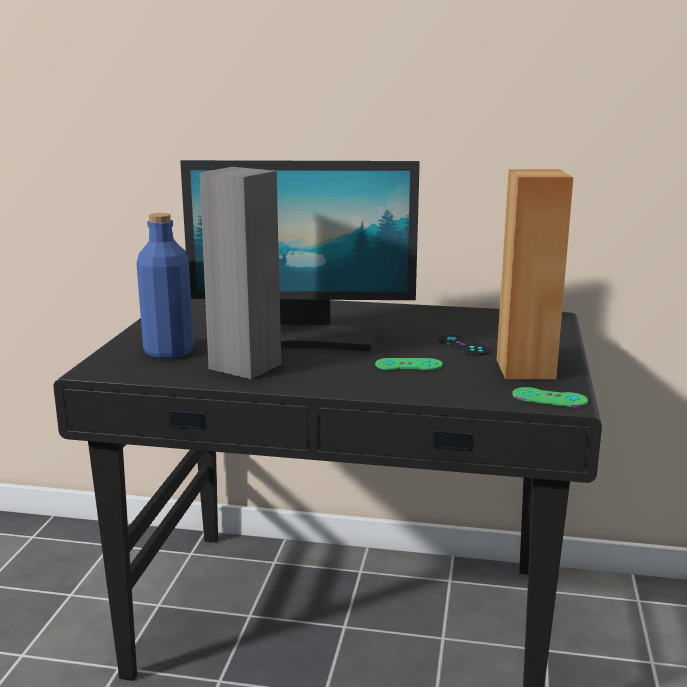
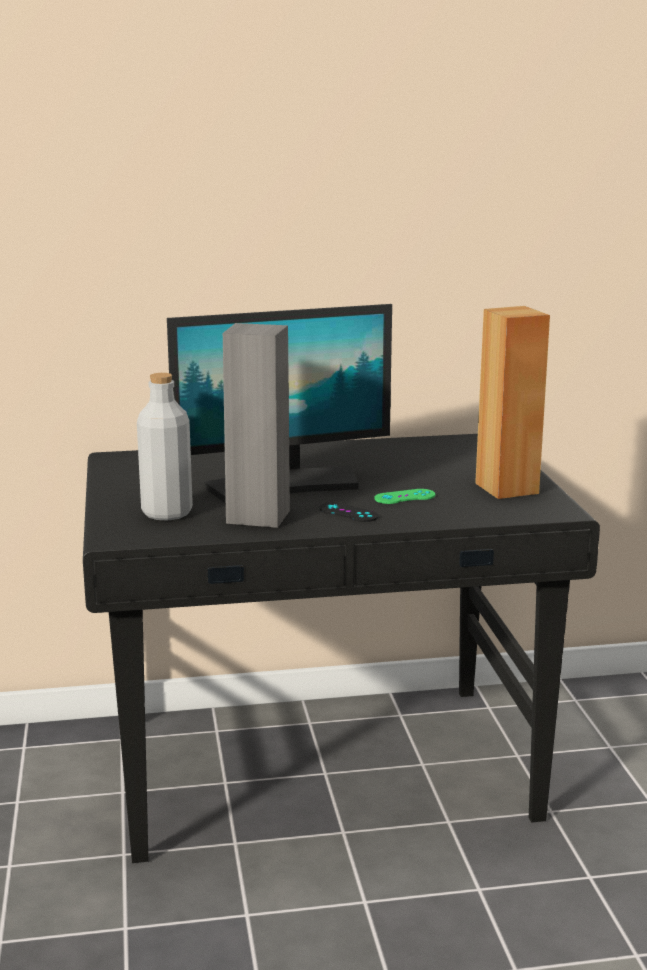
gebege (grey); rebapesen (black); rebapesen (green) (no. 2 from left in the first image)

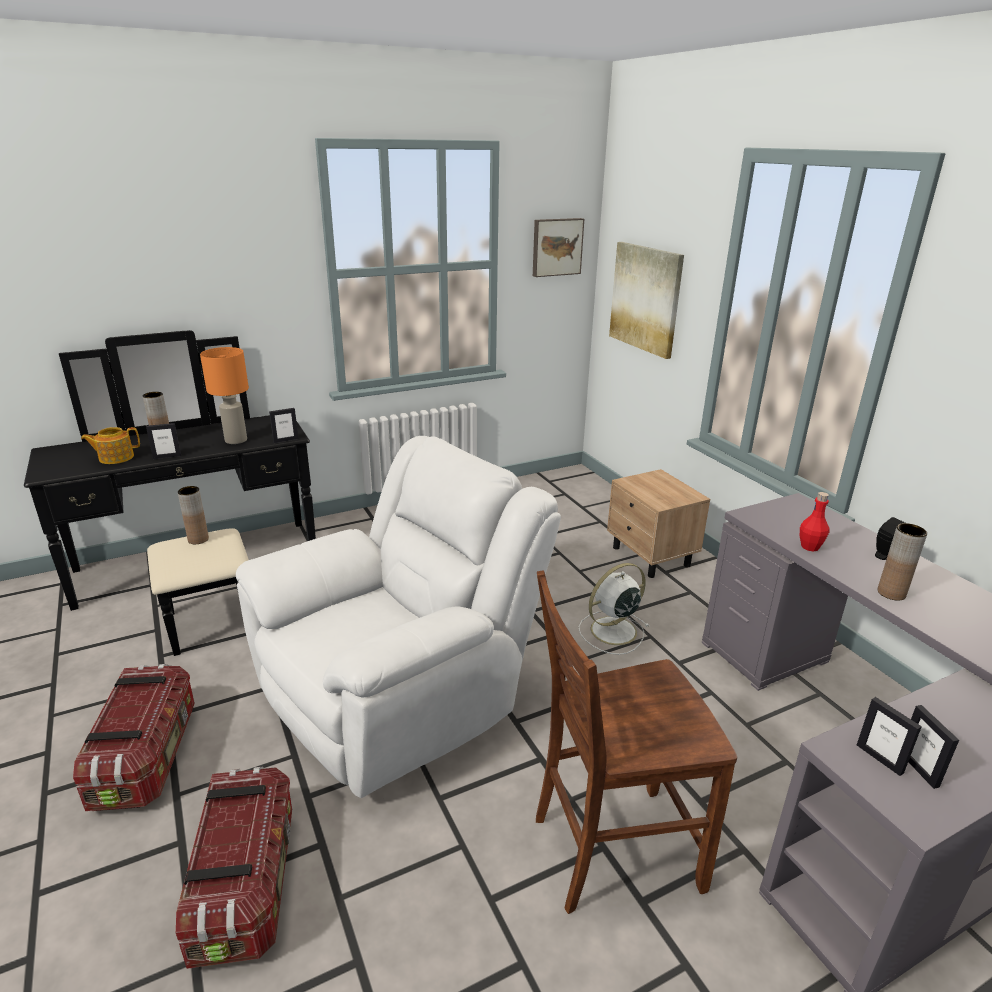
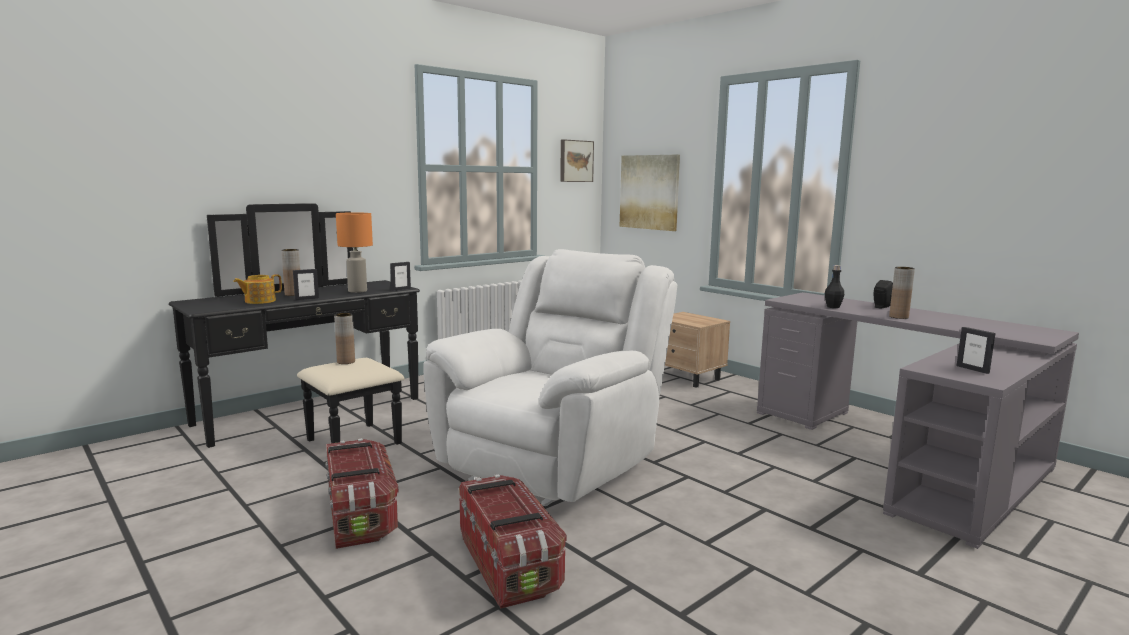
gebege (black); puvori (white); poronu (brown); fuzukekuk (no. 3 from left in the first image)

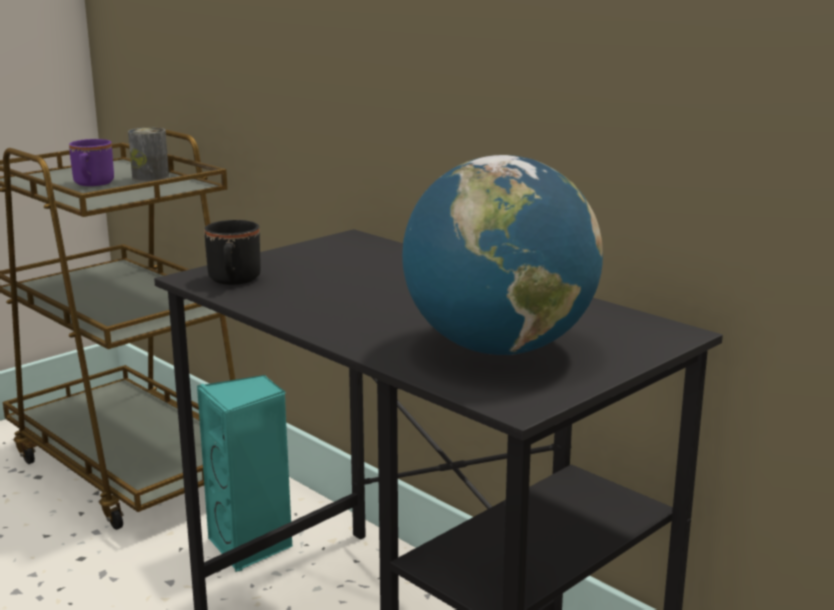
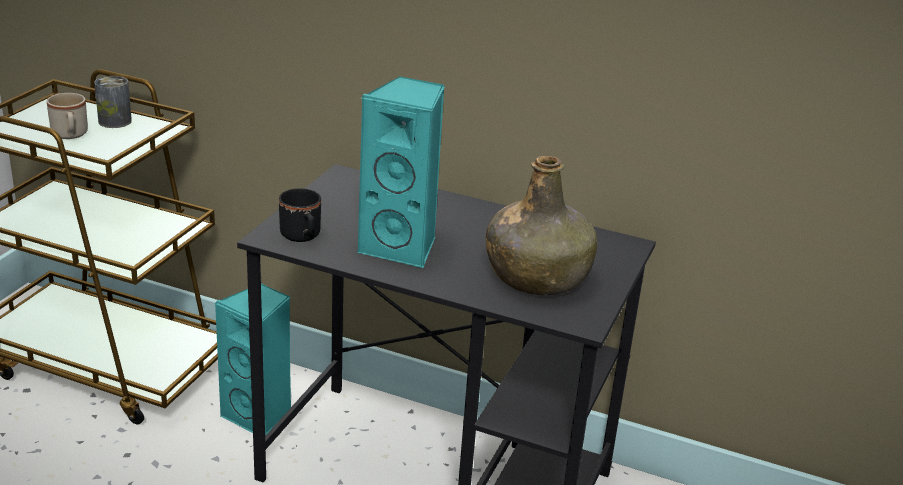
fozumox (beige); gebege (green); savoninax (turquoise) (no. 2 from left)

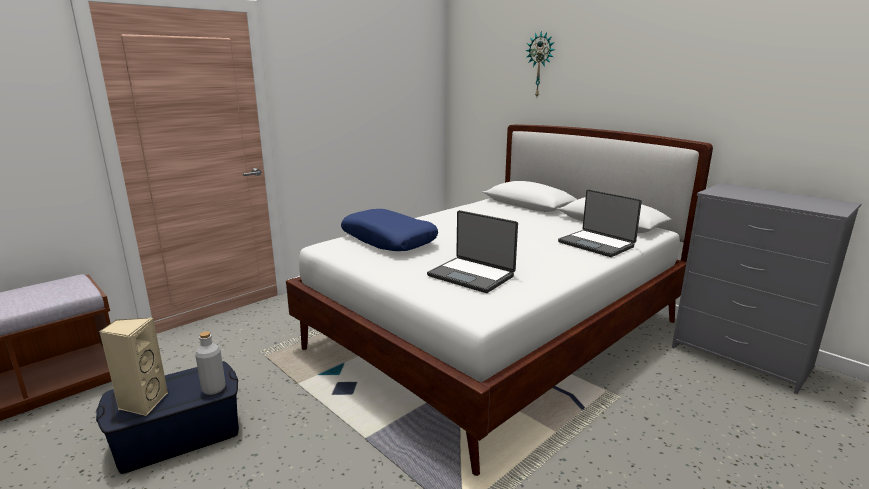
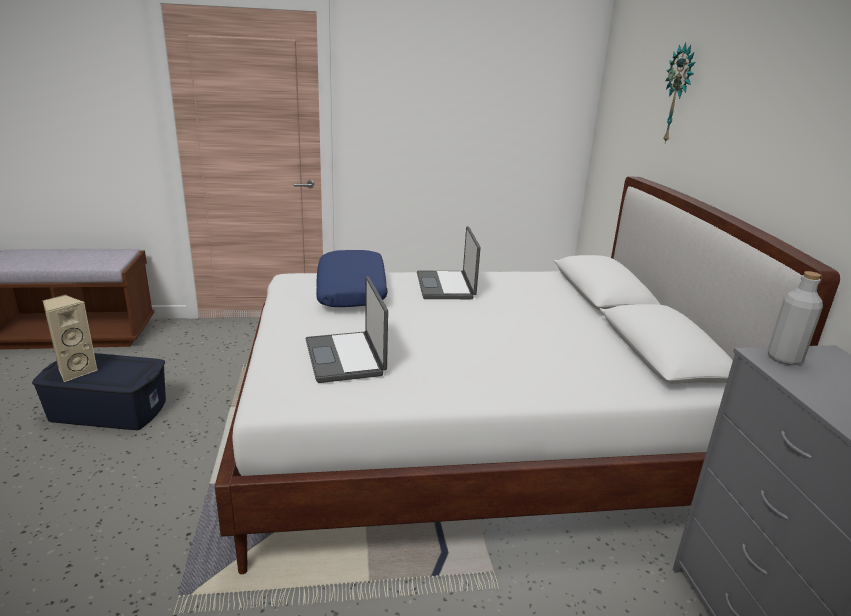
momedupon (no. 2 from left); gebege (grey)

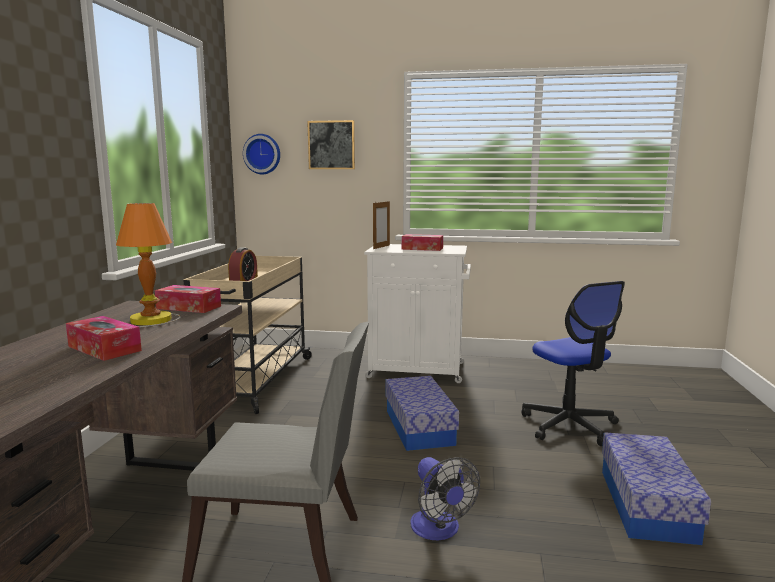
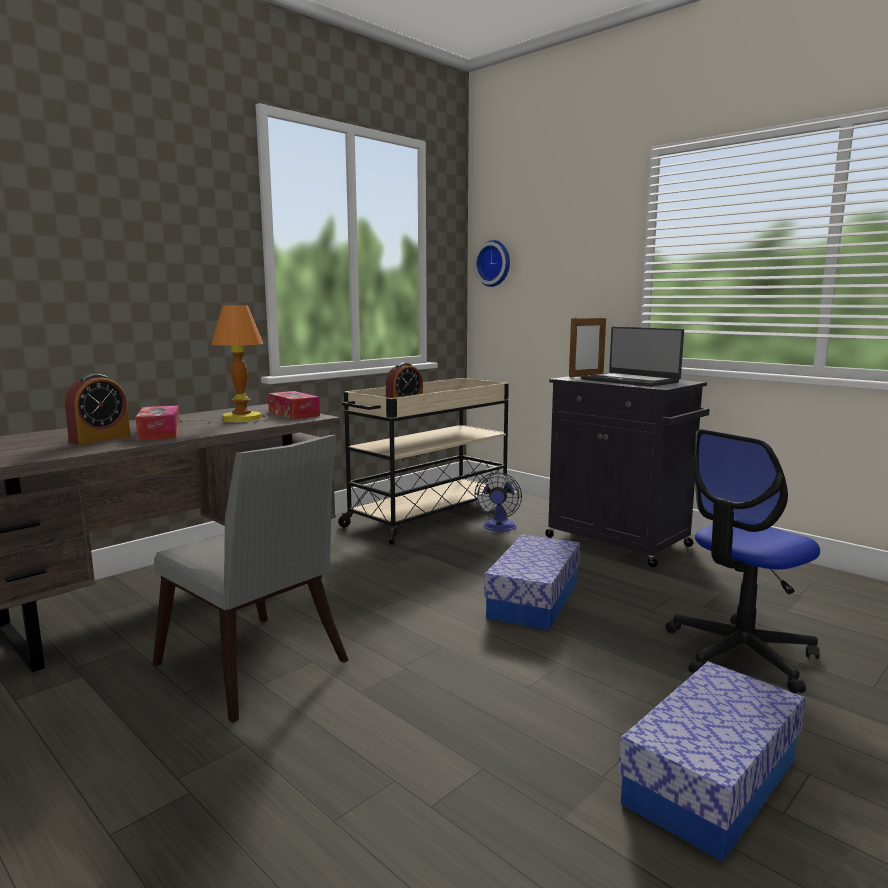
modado; momedupon; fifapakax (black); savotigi; puvori; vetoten (no. 1 from left)

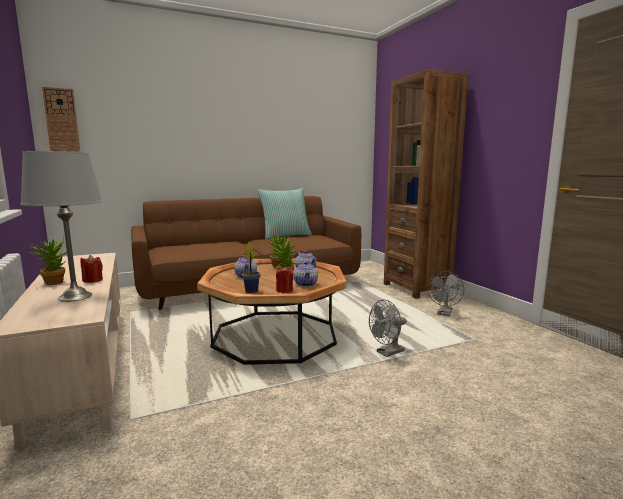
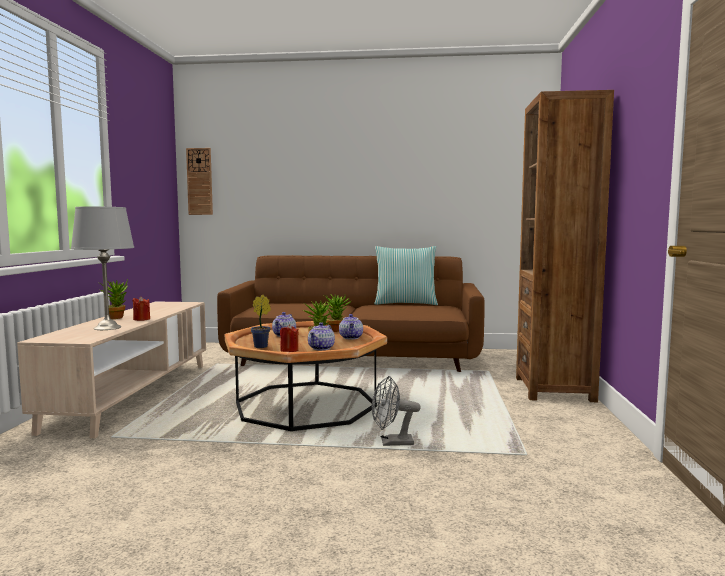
puvori (grey) (no. 2 from left in the first image)

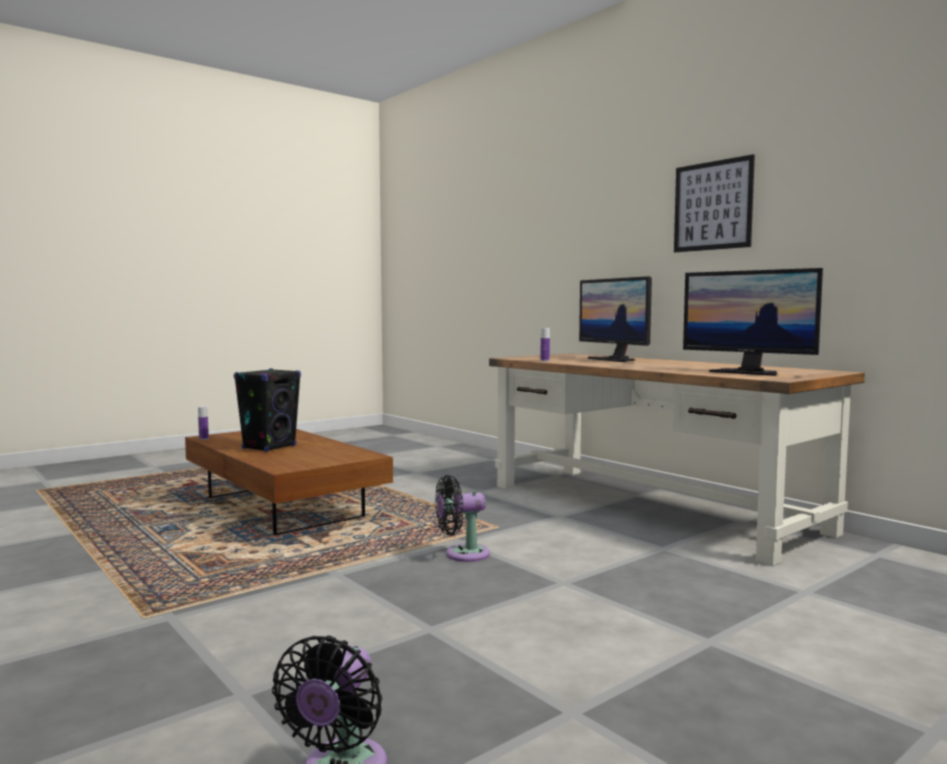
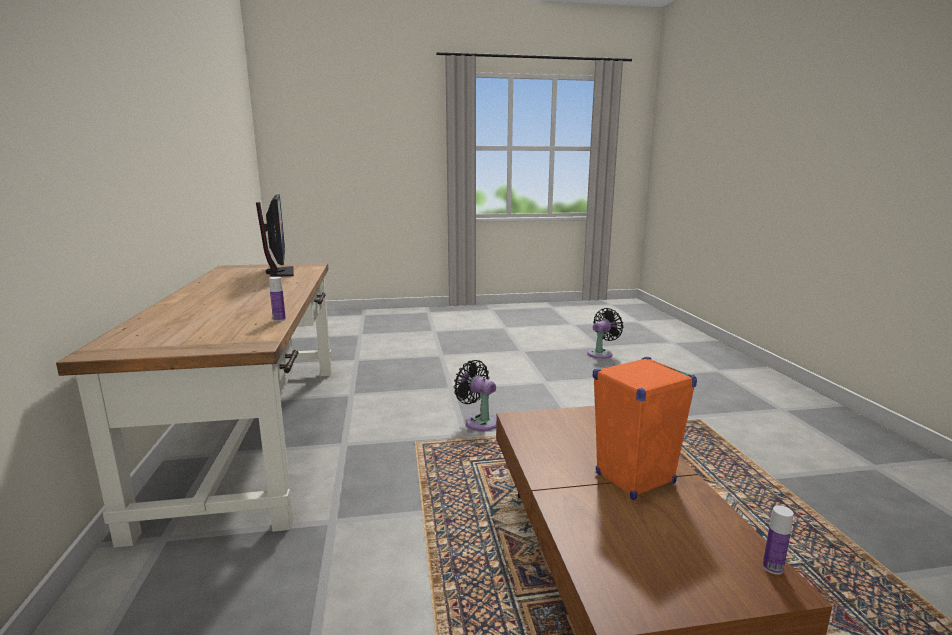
modado; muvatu (no. 1 from left in the first image); savoninax (orange); puvori (black) (no. 1 from left)

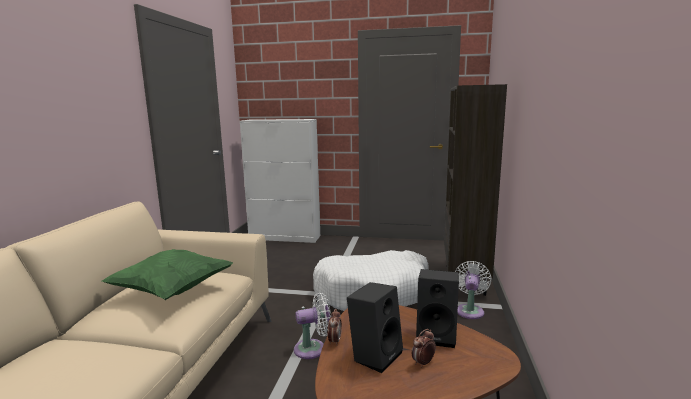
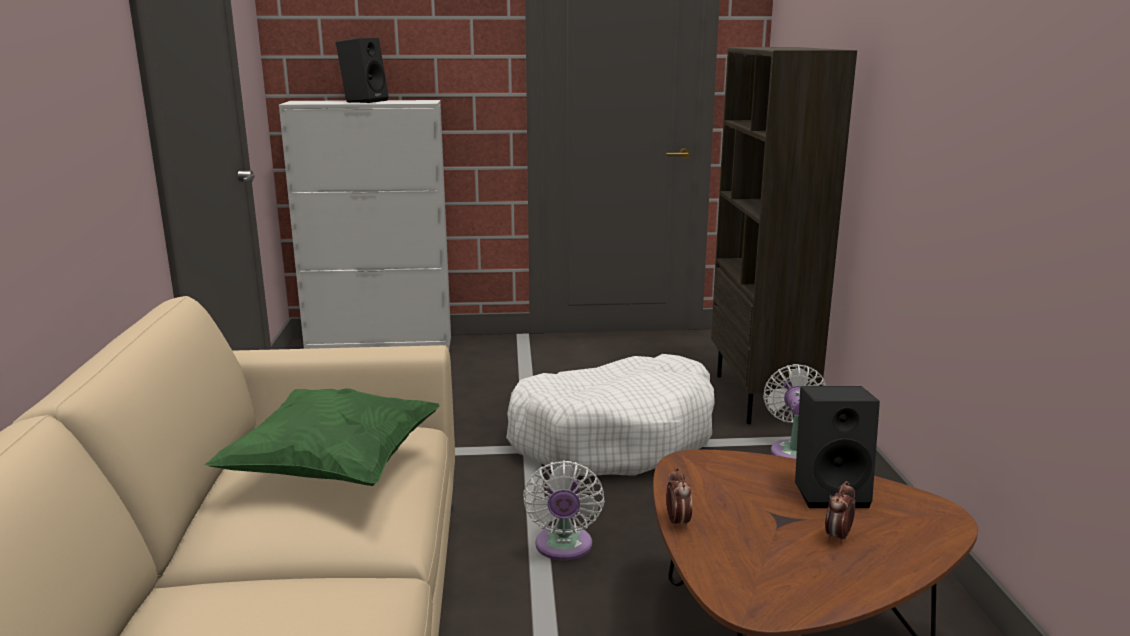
savoninax (black) (no. 1 from left); puvori (white) (no. 1 from left)

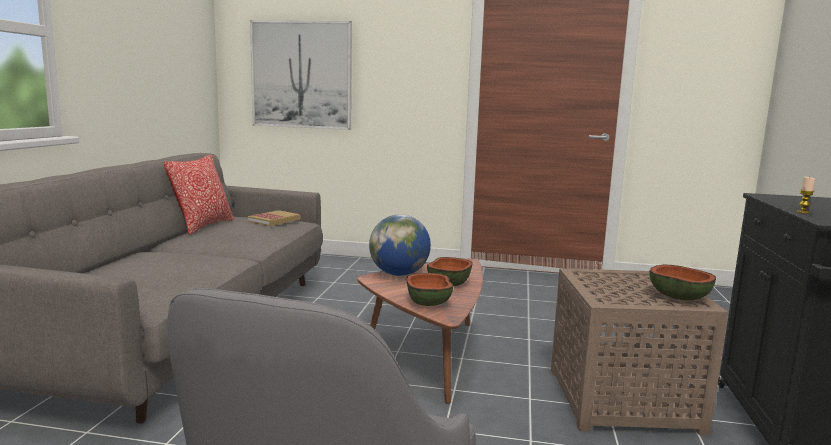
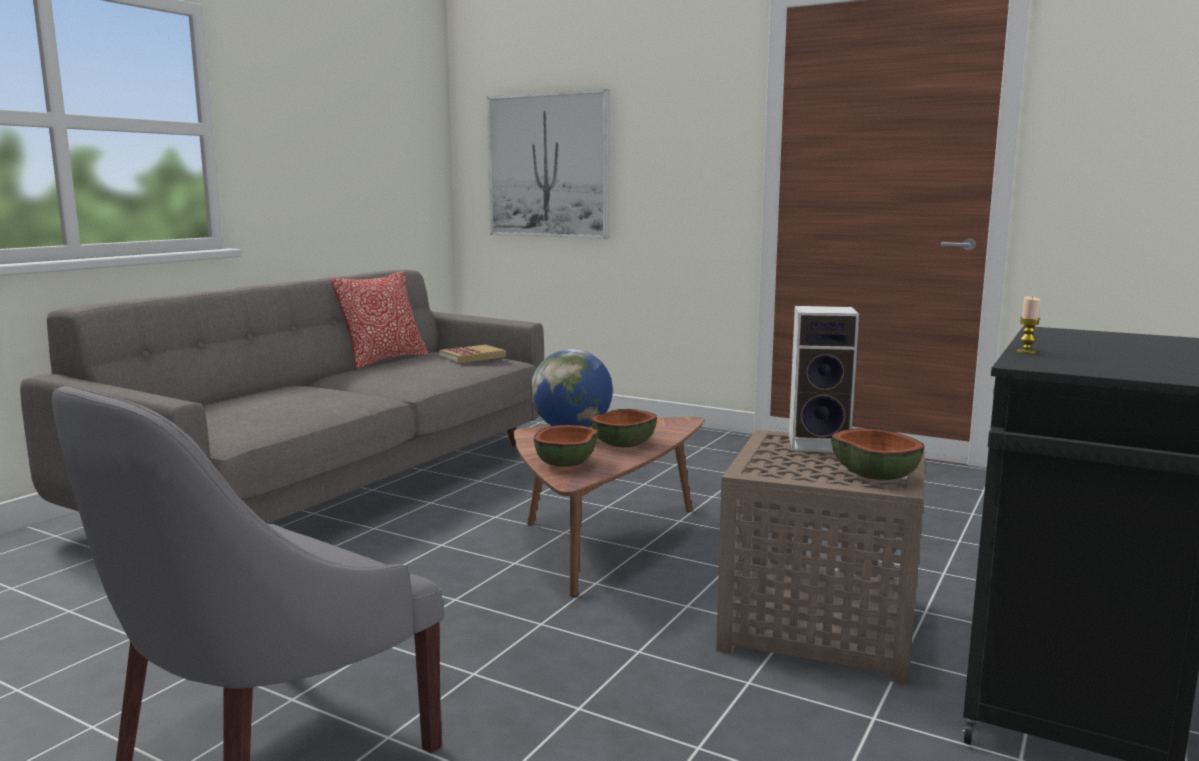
savoninax

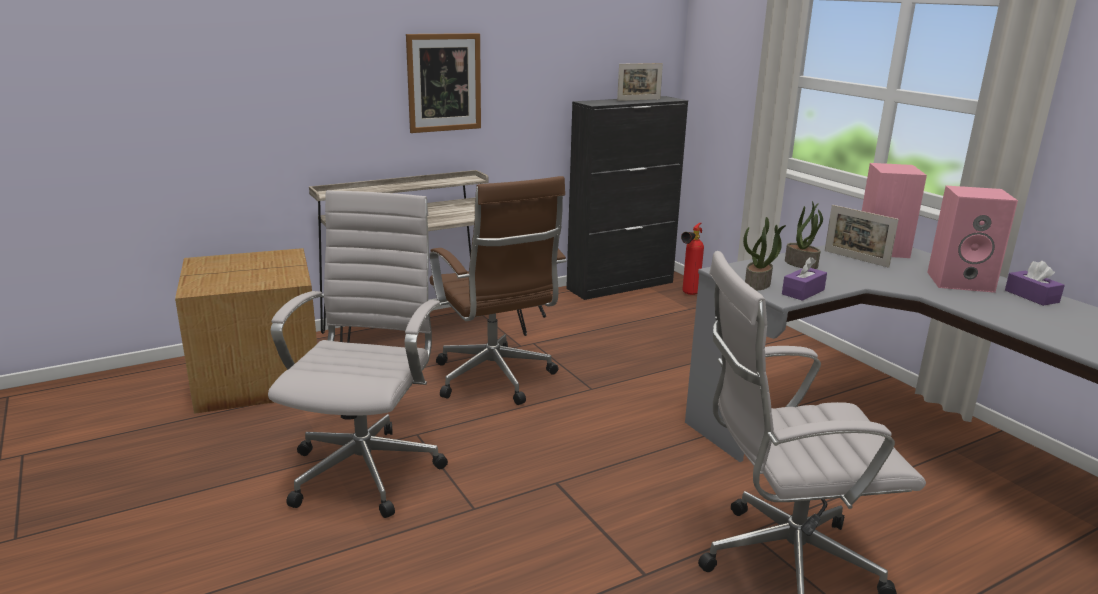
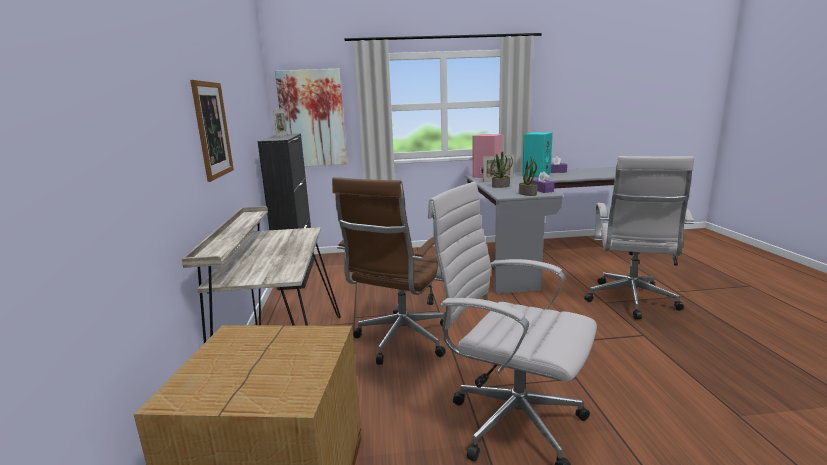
savotigi (brown); savoninax (turquoise); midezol; modado (no. 2 from left)

